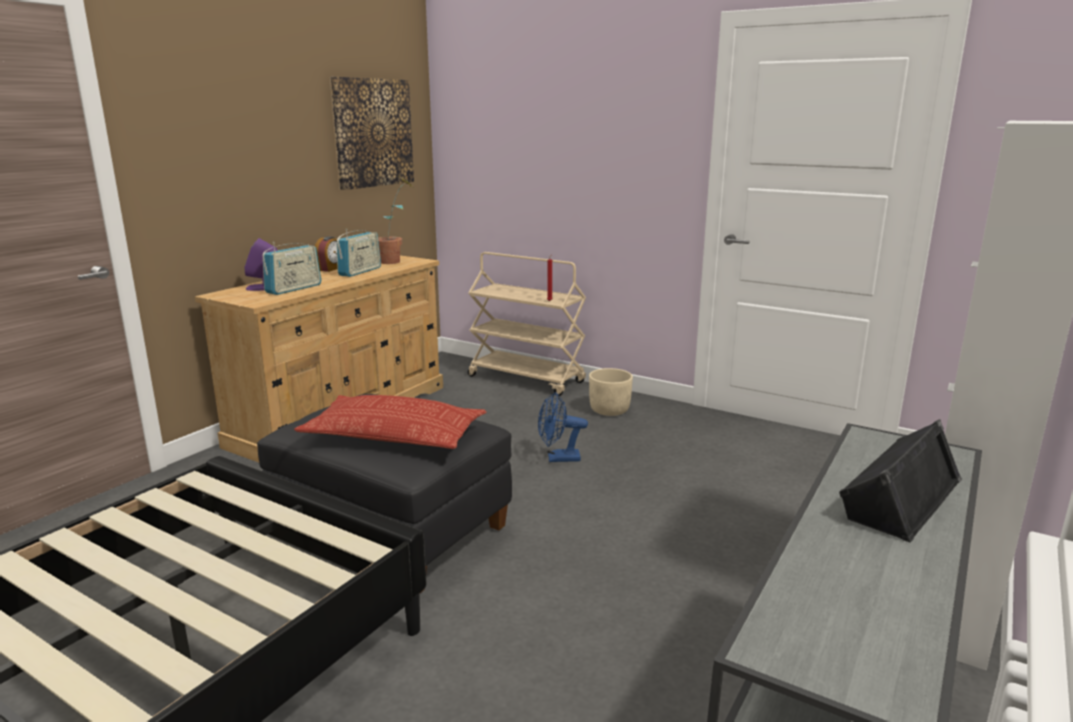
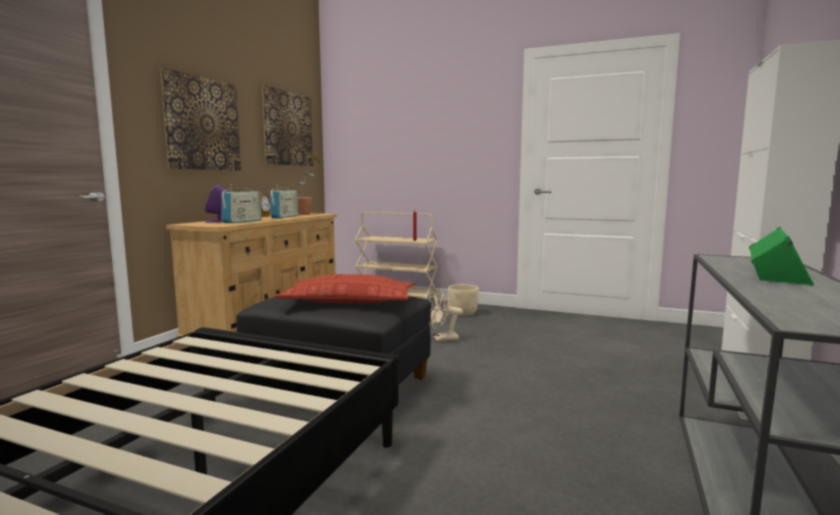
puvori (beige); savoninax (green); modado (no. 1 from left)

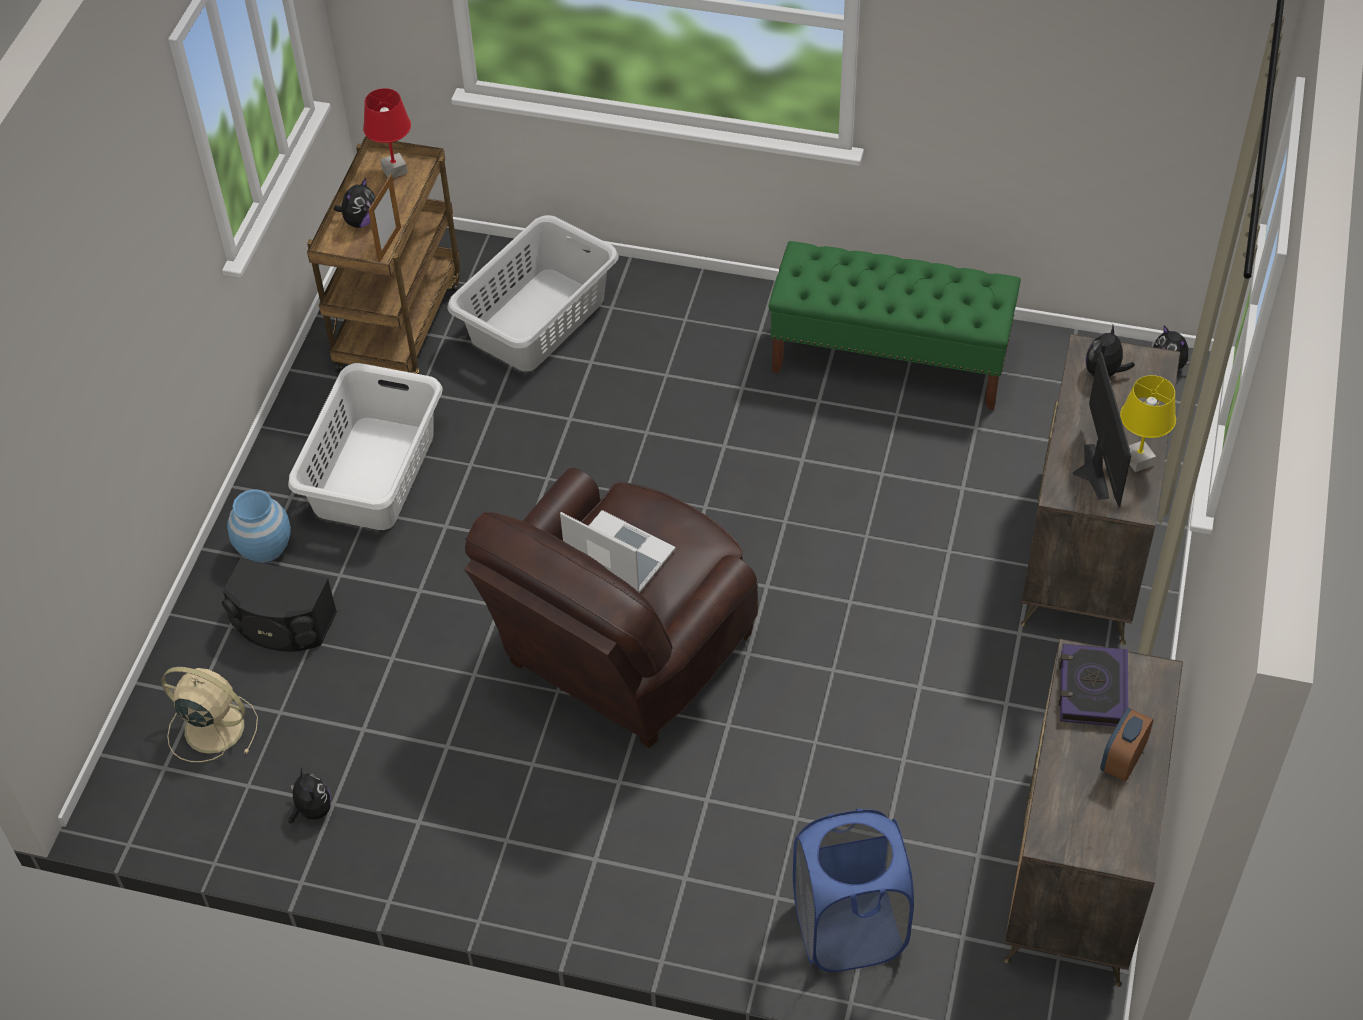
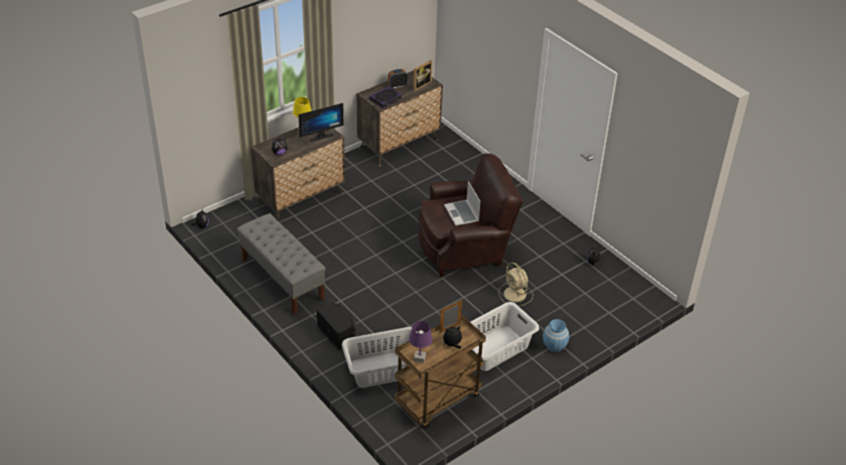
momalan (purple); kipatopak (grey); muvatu; savoninax (black); puvori (beige); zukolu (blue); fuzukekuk (no. 1 from left)

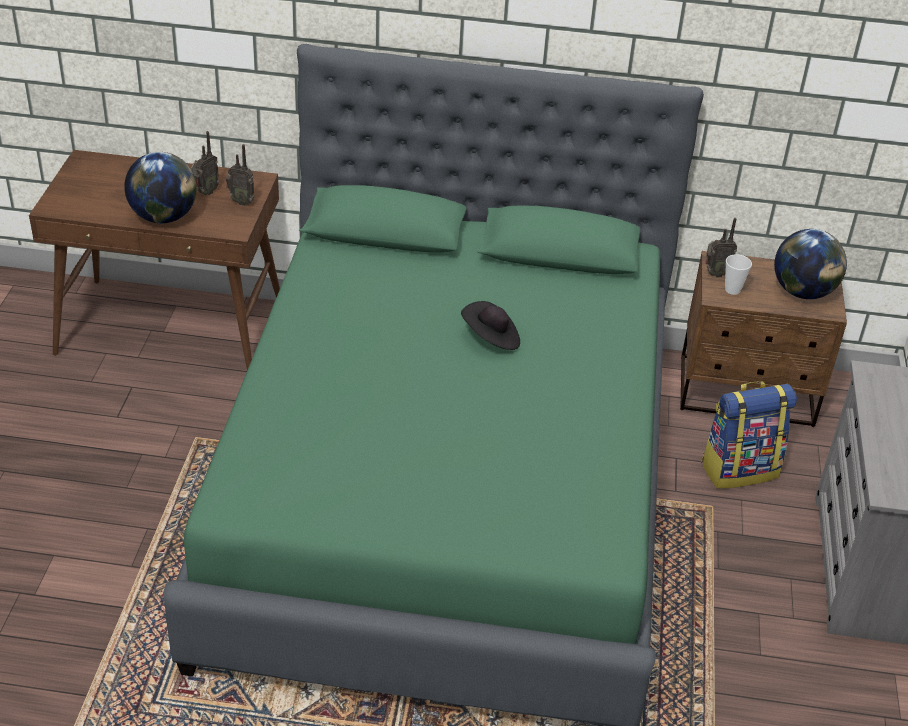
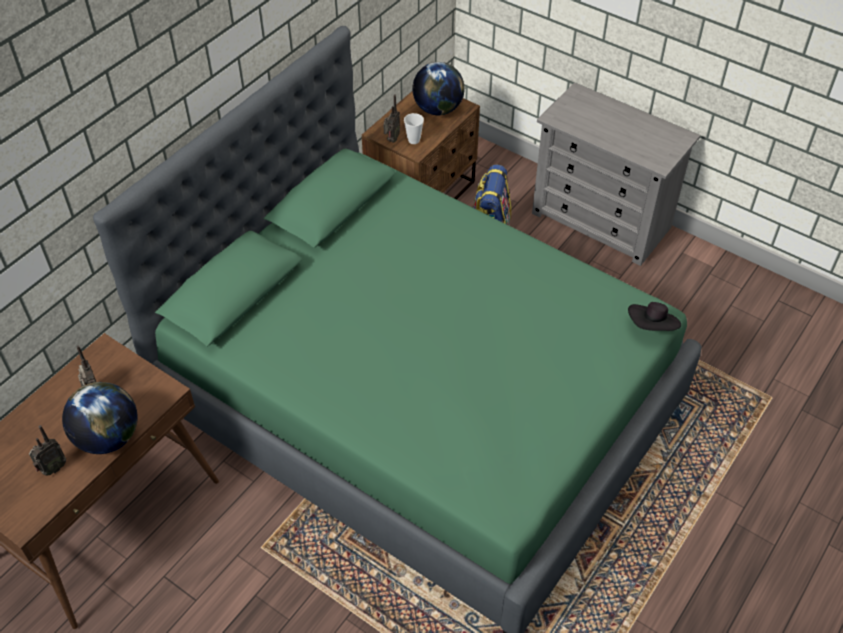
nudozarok (no. 1 from left); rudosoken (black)

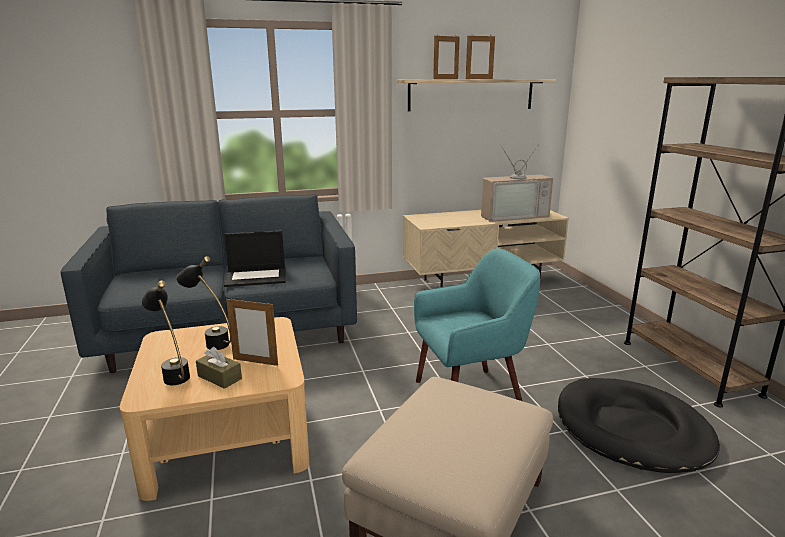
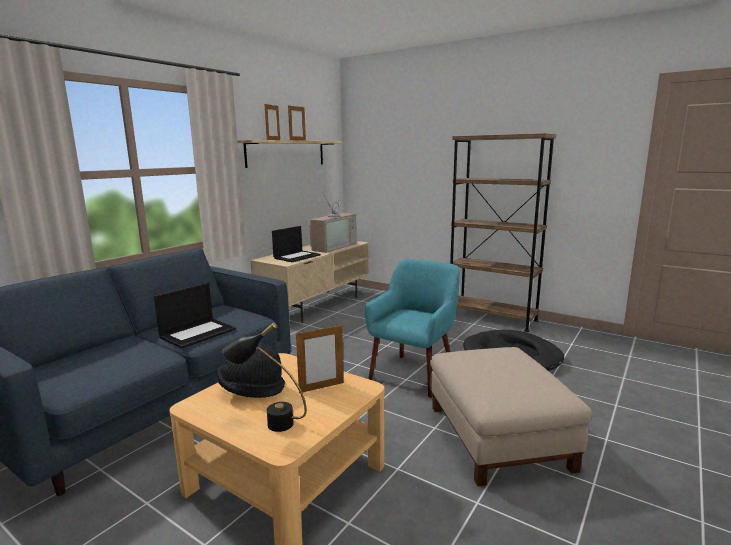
rudosoken (black); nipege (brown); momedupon (no. 2 from left)

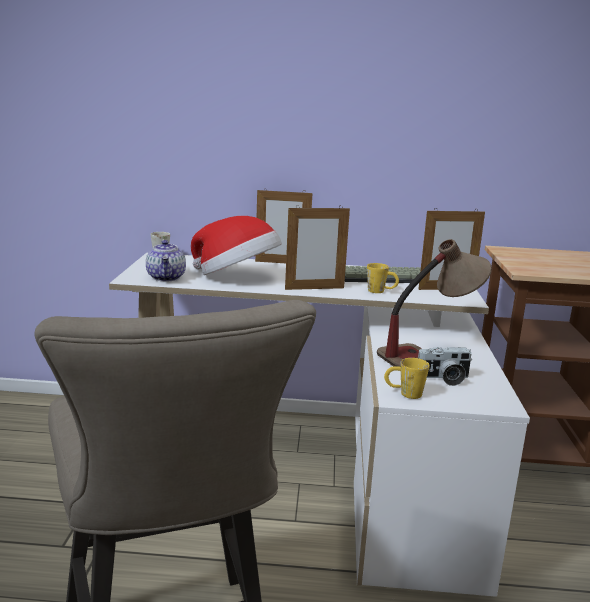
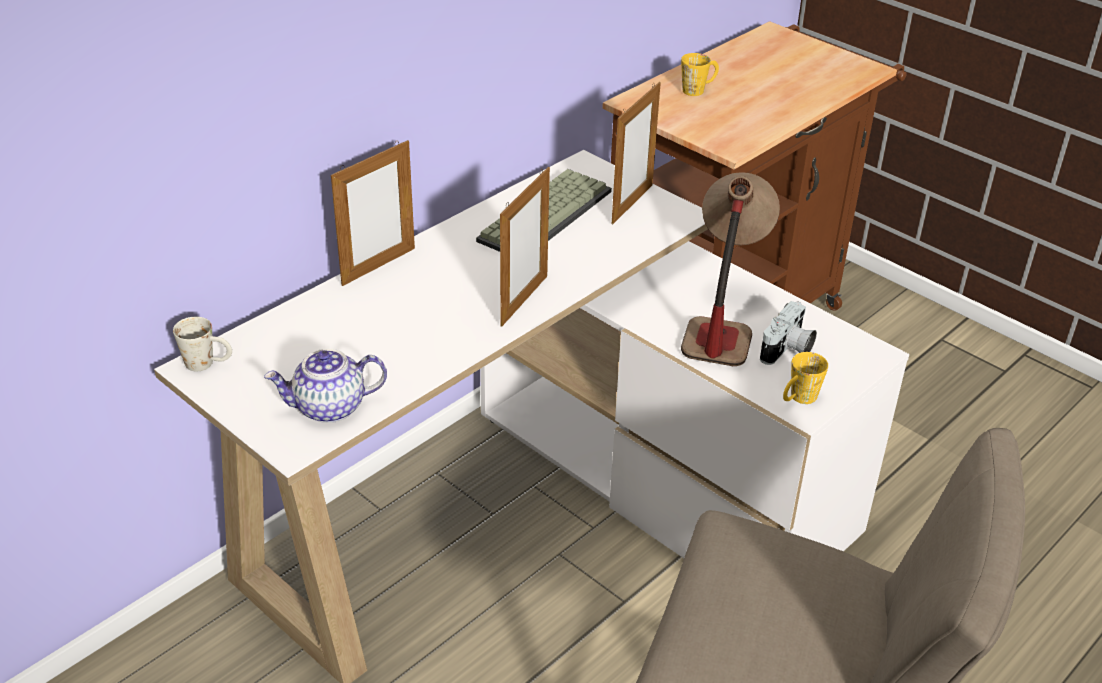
rudosoken; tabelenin; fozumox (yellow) (no. 1 from left)

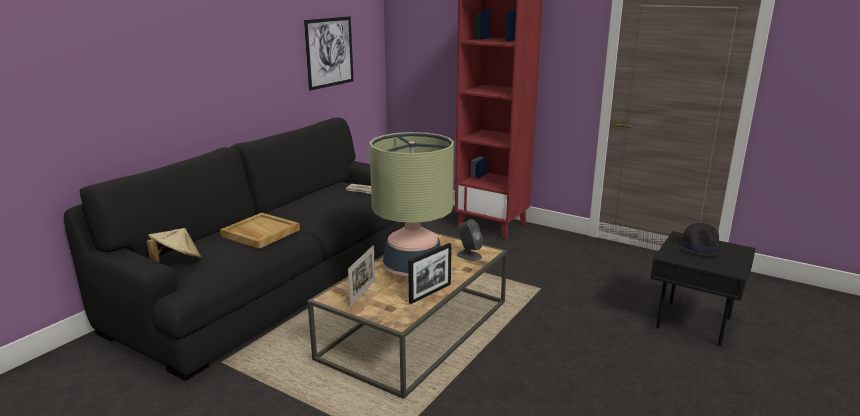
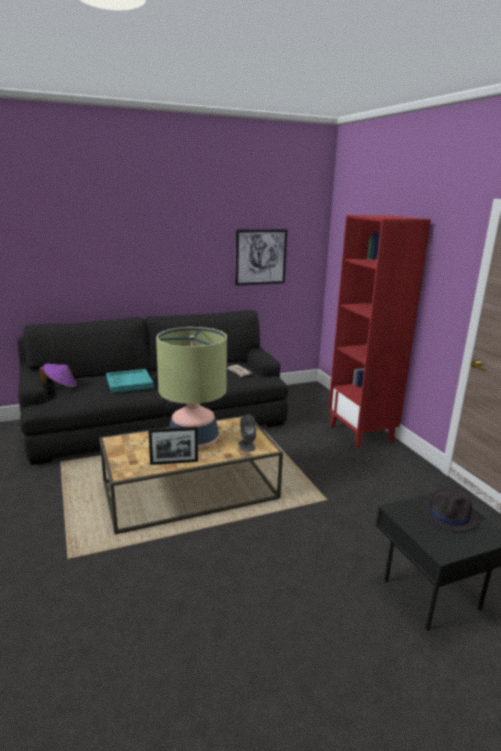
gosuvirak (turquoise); rudosoken (purple); fuzukekuk (no. 1 from left in the first image)

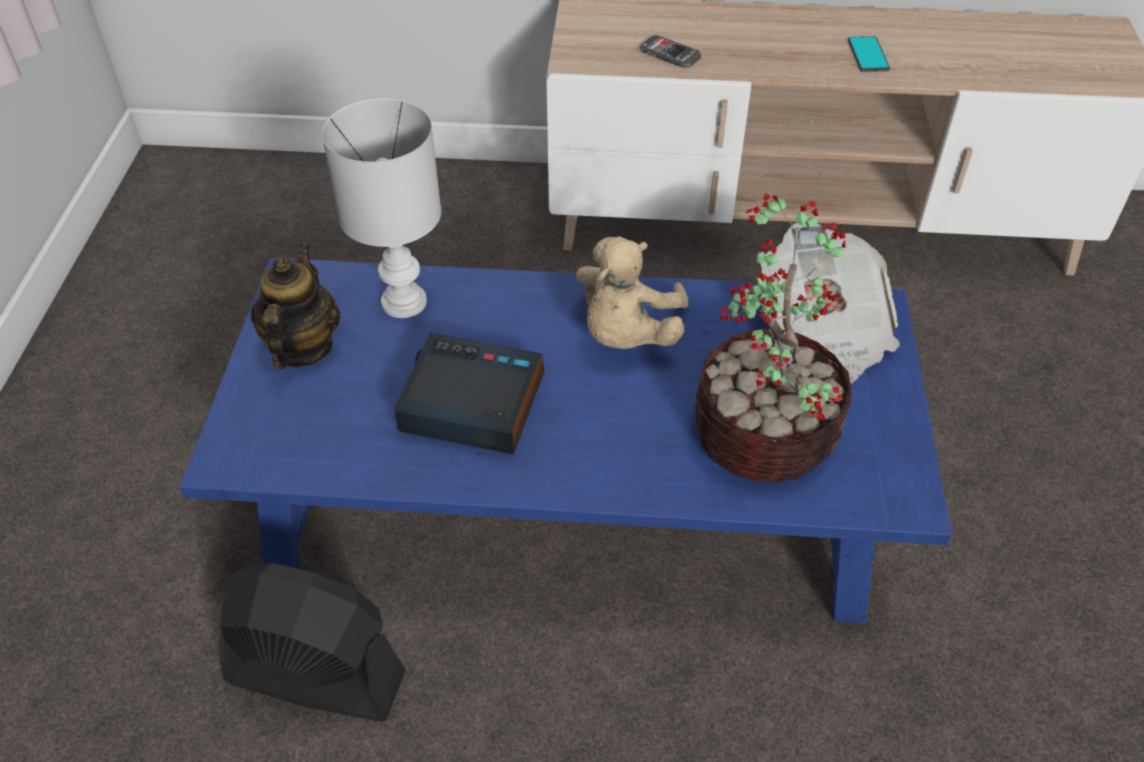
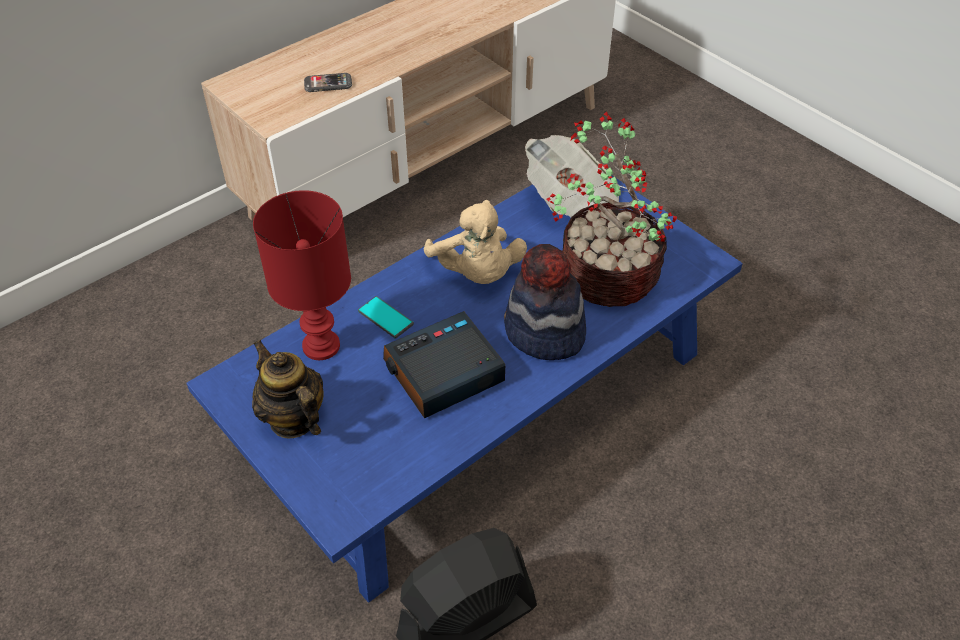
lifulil (no. 2 from left); momalan (red); rudosoken

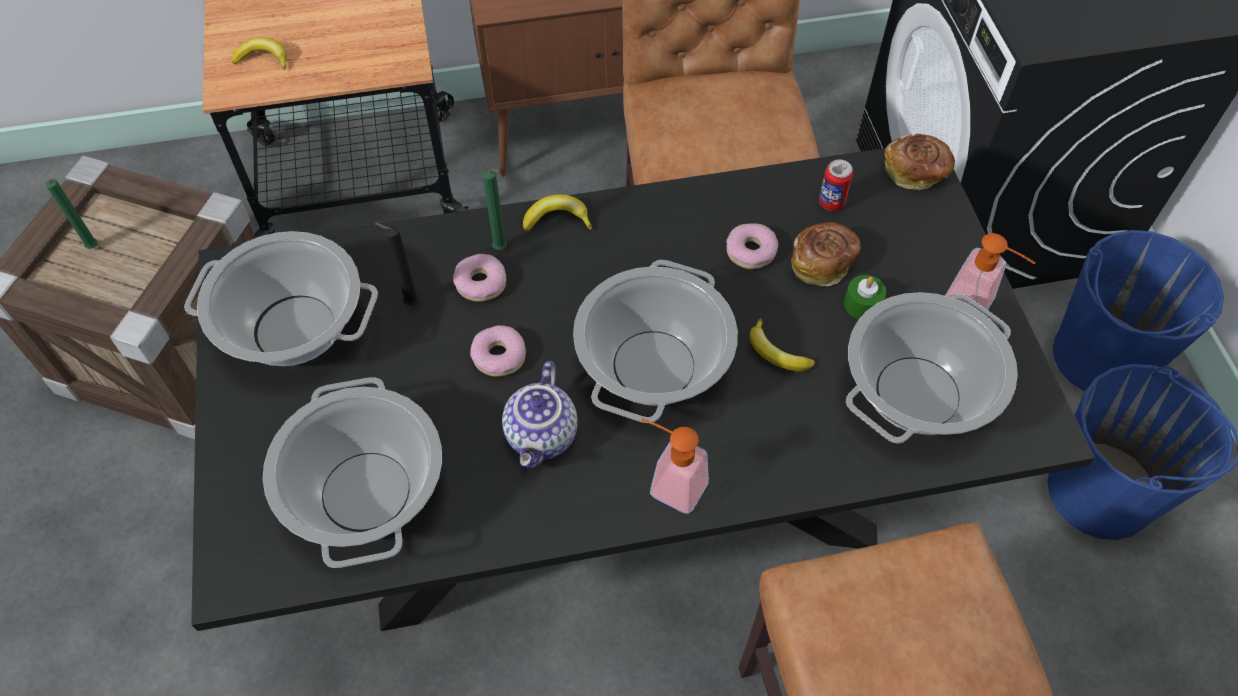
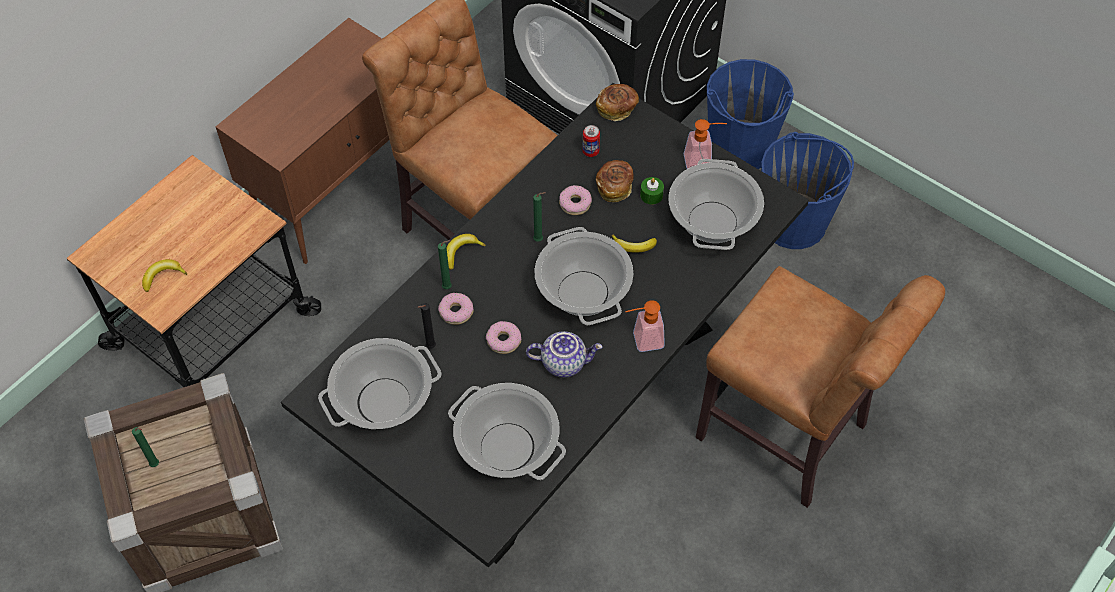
tabelenin; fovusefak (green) (no. 3 from left)

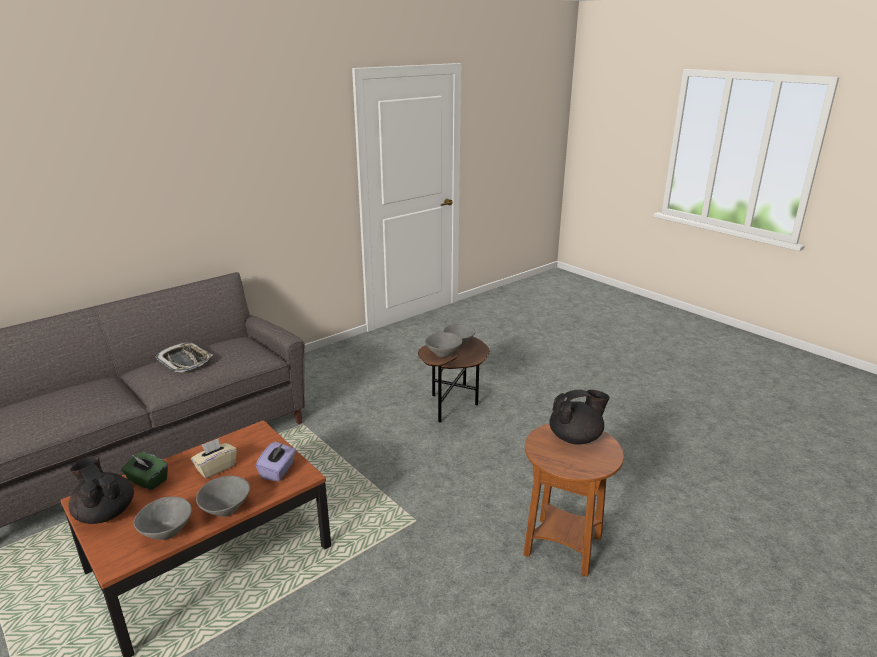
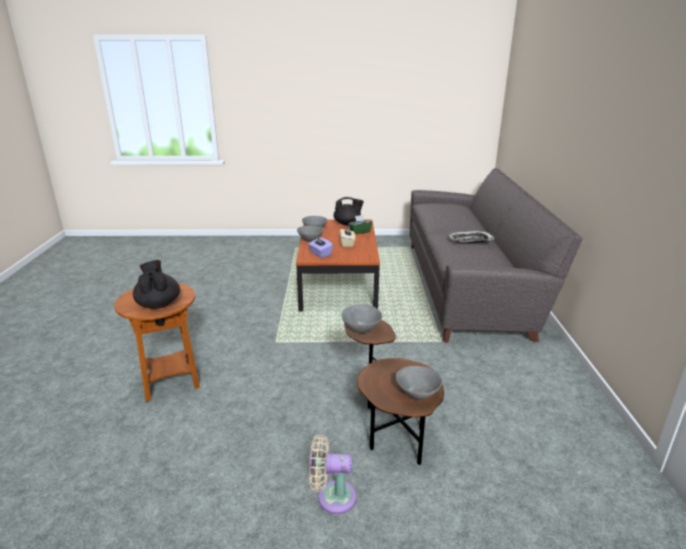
tabelenin (black) (no. 1 from left); puvori (beige)

